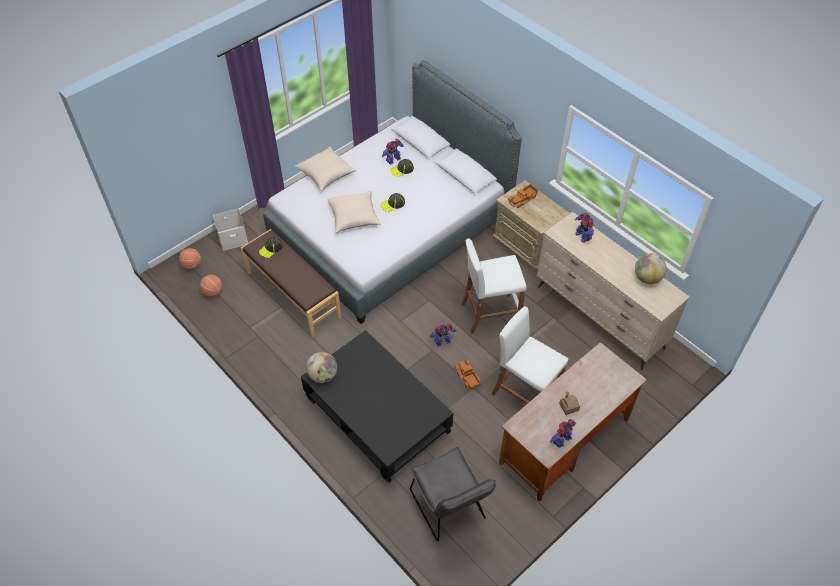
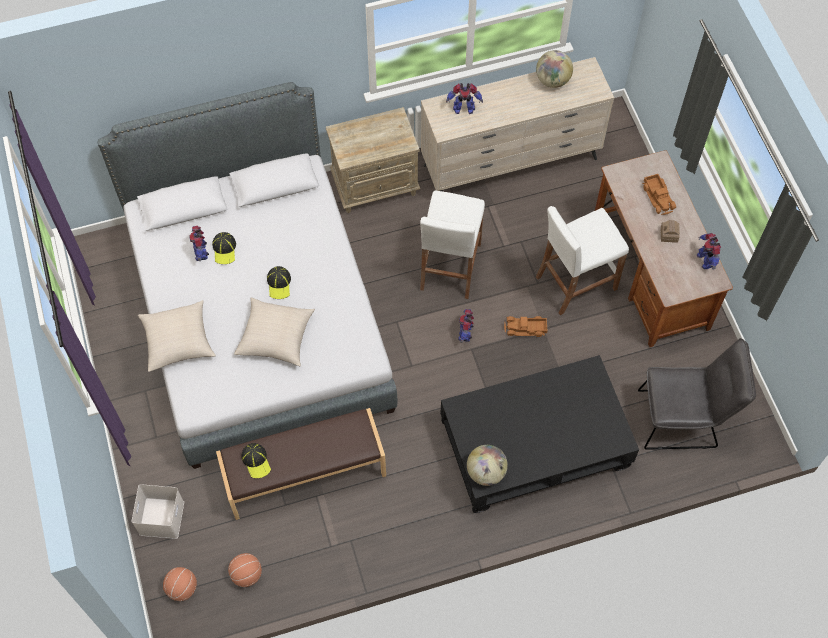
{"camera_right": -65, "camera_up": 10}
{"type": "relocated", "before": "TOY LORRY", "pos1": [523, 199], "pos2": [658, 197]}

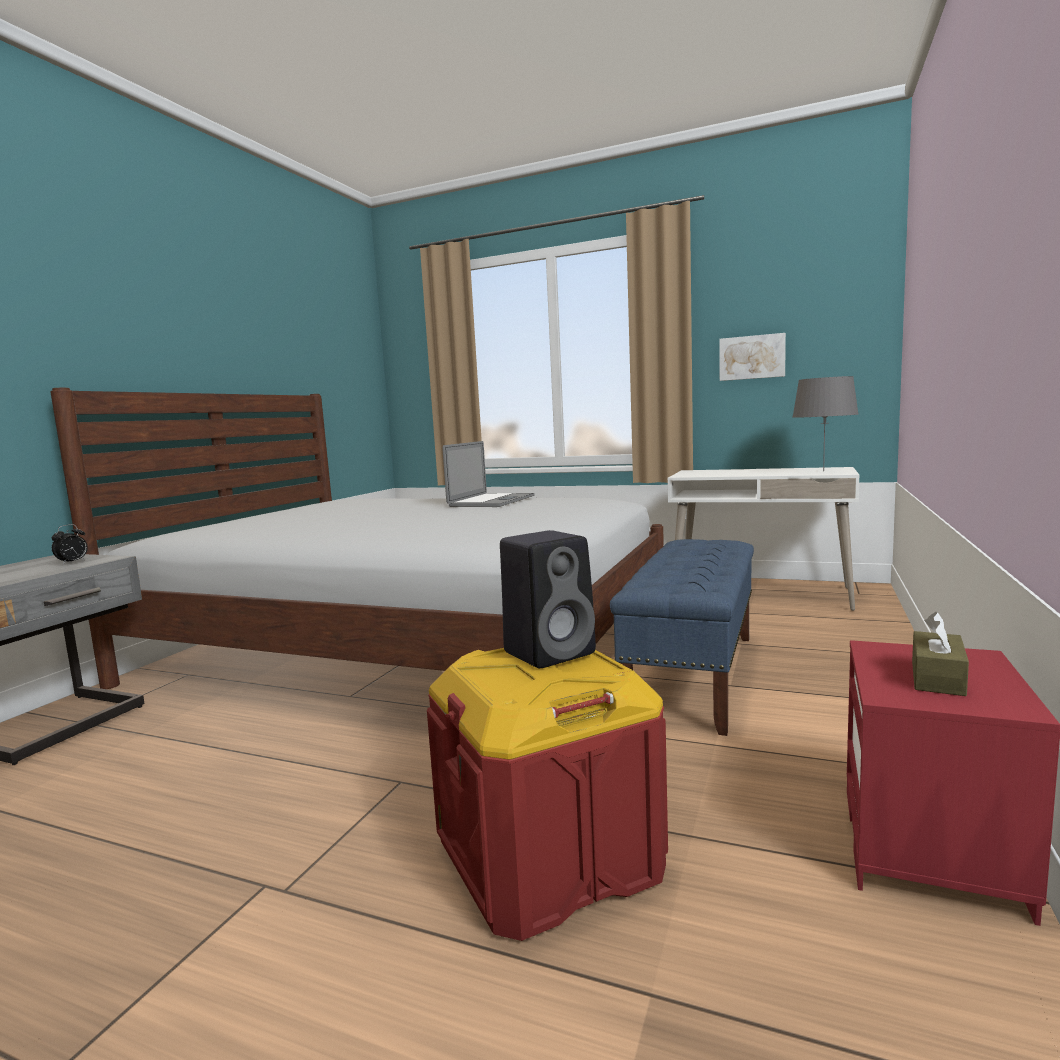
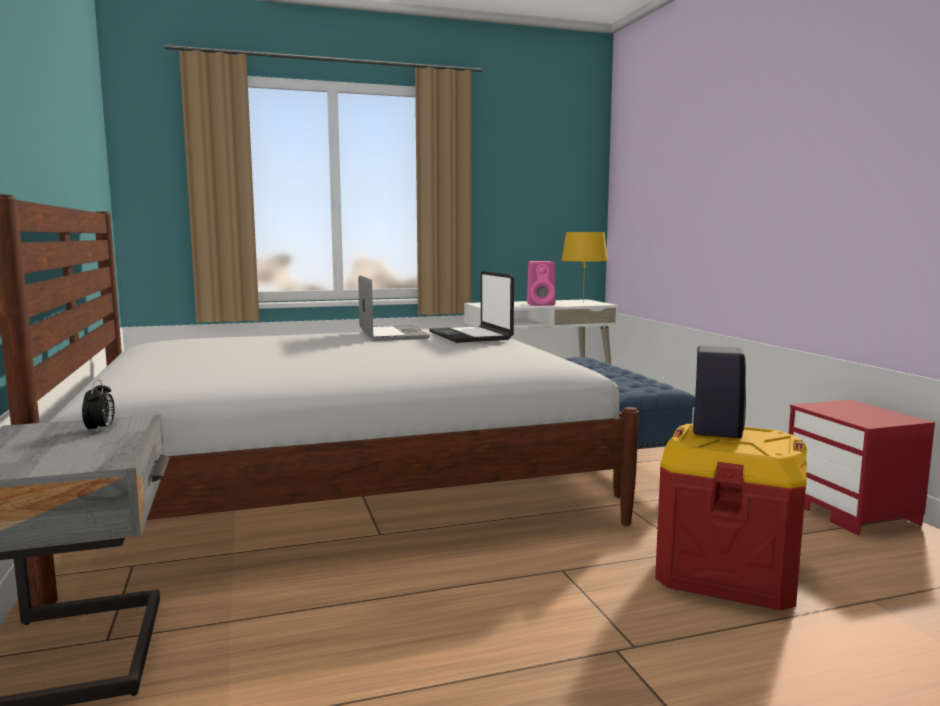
{"camera_right": -40, "camera_up": 0}
{"type": "appeared", "after": "NOTEBOOK COMPUTER", "pos2": [471, 336]}
{"type": "appeared", "after": "PINKISH AUDIO SPEAKER", "pos2": [541, 304]}
{"type": "colour", "before": "GRAY TABLE LAMP", "after": "YELLOWISH TABLE LAMP", "pos1": [823, 471], "pos2": [583, 302]}
{"type": "missing", "before": "WALL PICTURE", "pos1": [752, 357]}
{"type": "missing", "before": "BROWN-COLOURED TISSUE BOX", "pos1": [937, 678]}

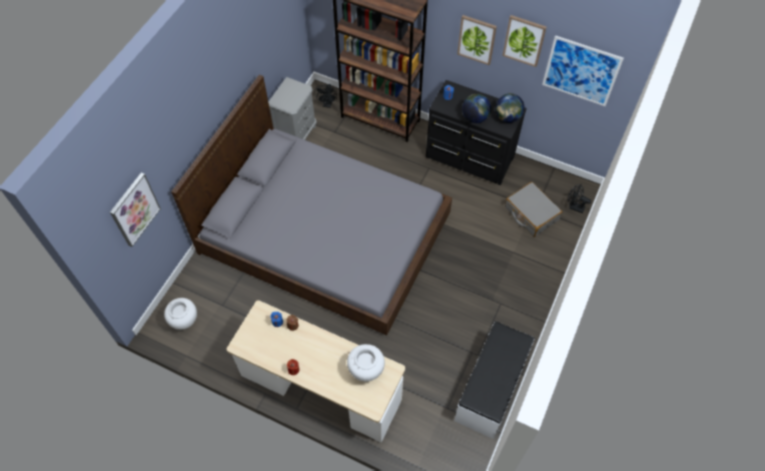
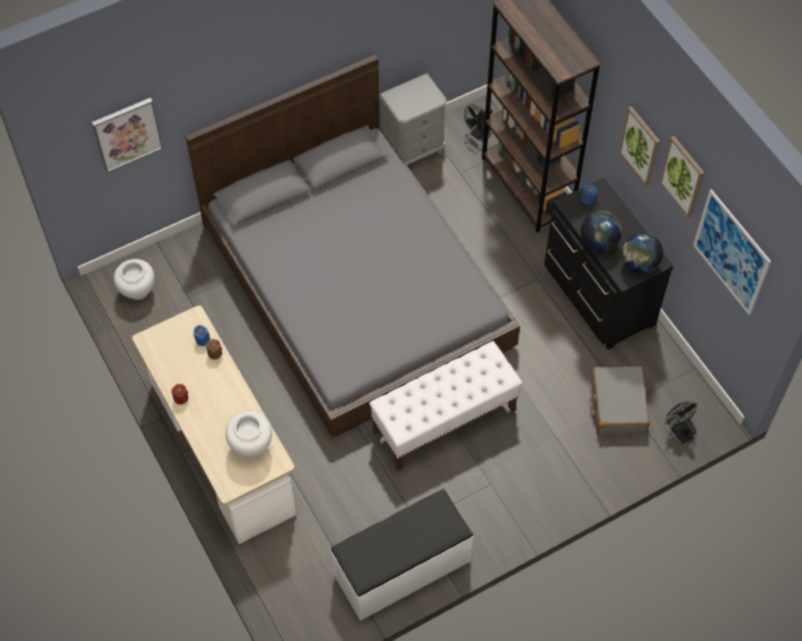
{"camera_right": 35, "camera_up": 0}
{"type": "appeared", "after": "WHITE-COLOURED LONG SEAT", "pos2": [444, 420]}

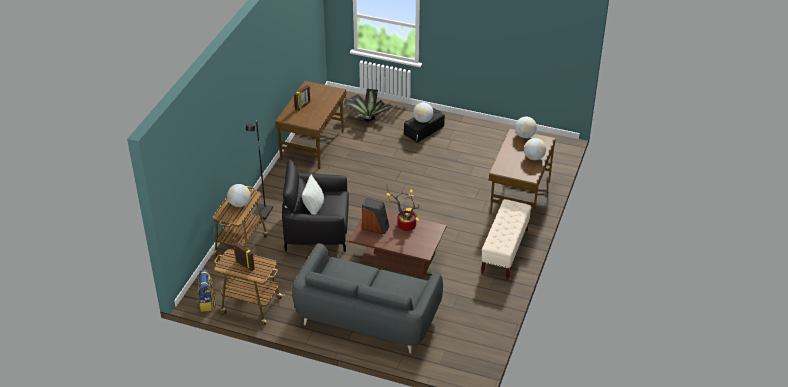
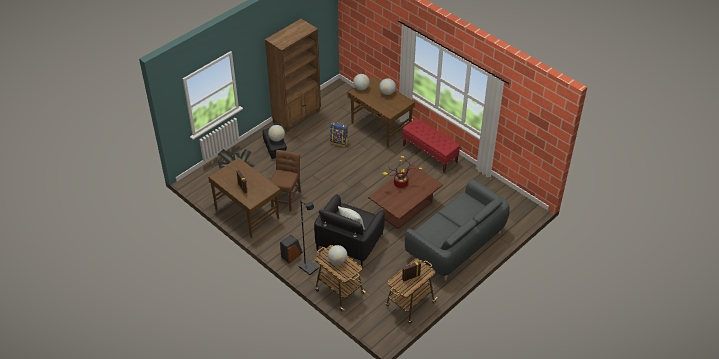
{"camera_right": -65, "camera_up": 5}
{"type": "appeared", "after": "BROWN-COLOURED SHELVING UNIT", "pos2": [297, 116]}
{"type": "appeared", "after": "BROWN-COLOURED CHAIR", "pos2": [286, 197]}
{"type": "relocated", "before": "AUDIO SPEAKER", "pos1": [375, 227], "pos2": [292, 255]}
{"type": "relocated", "before": "KNAPSACK", "pos1": [207, 303], "pos2": [339, 142]}
{"type": "colour", "before": "BEIGE-COLOURED LONG SEAT", "after": "REDDISH LONG SEAT", "pos1": [505, 251], "pos2": [430, 154]}

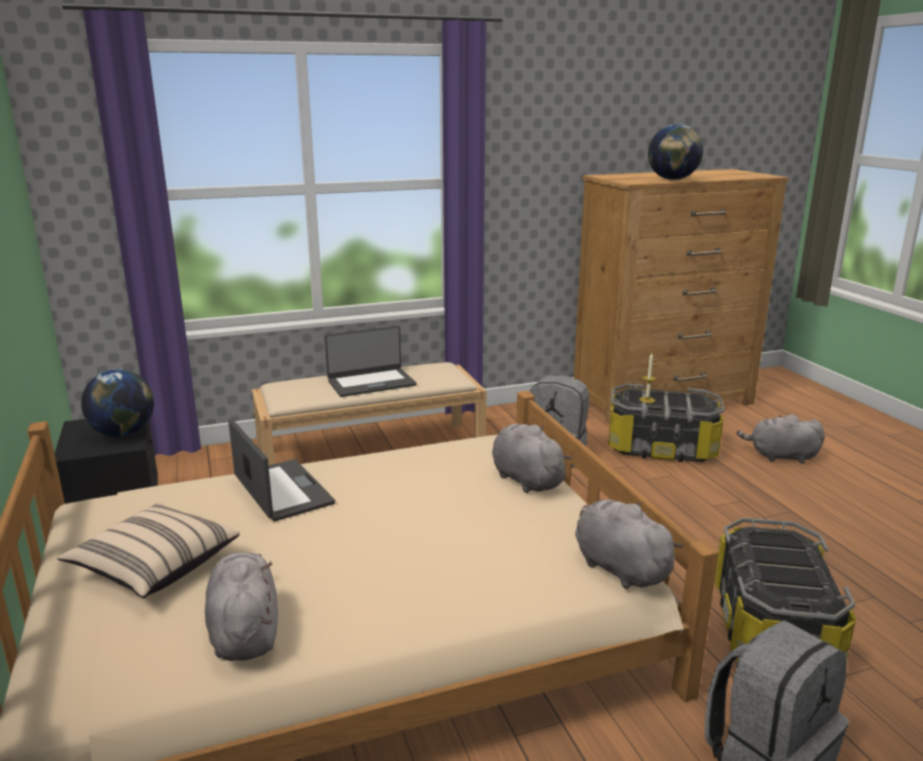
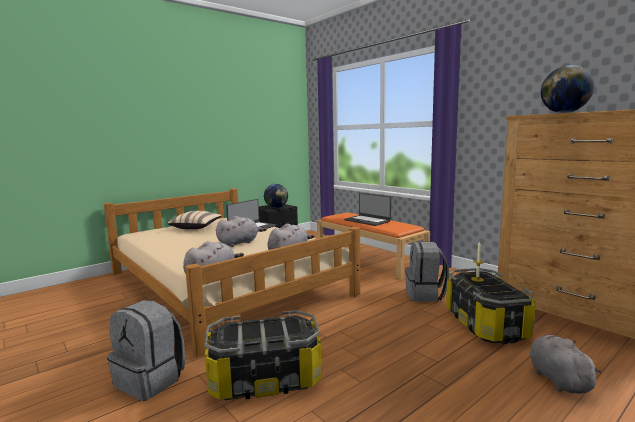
{"camera_right": 70, "camera_up": -10}
{"type": "relocated", "before": "GRAY CUDDLY TOY", "pos1": [244, 631], "pos2": [239, 243]}
{"type": "colour", "before": "BEIGE-COLOURED LONG SEAT", "after": "ORANGE LONG SEAT", "pos1": [372, 452], "pos2": [370, 259]}

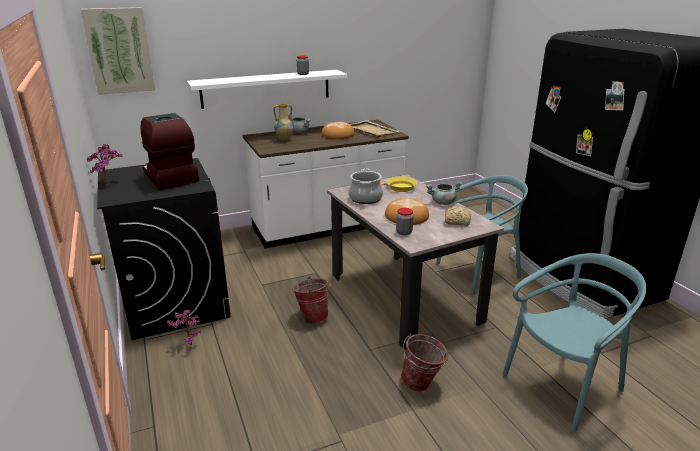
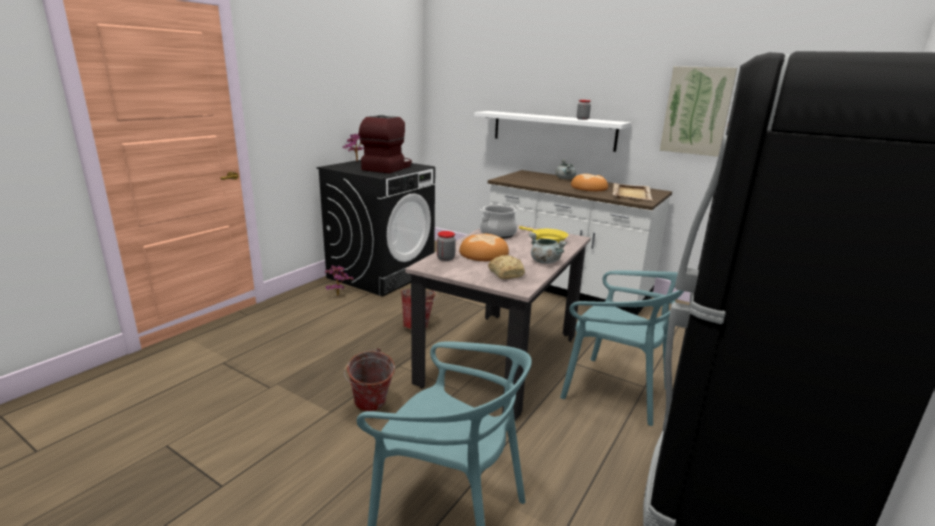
{"camera_right": 55, "camera_up": -5}
{"type": "relocated", "before": "WALL PICTURE", "pos1": [119, 51], "pos2": [696, 111]}
{"type": "missing", "before": "VASE", "pos1": [284, 139]}

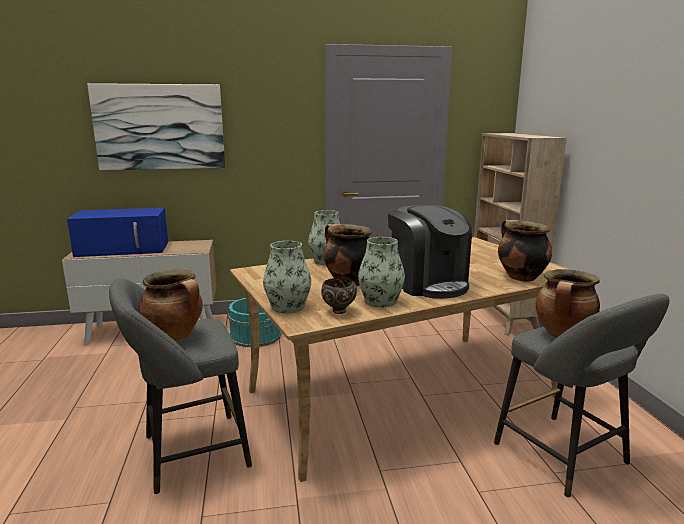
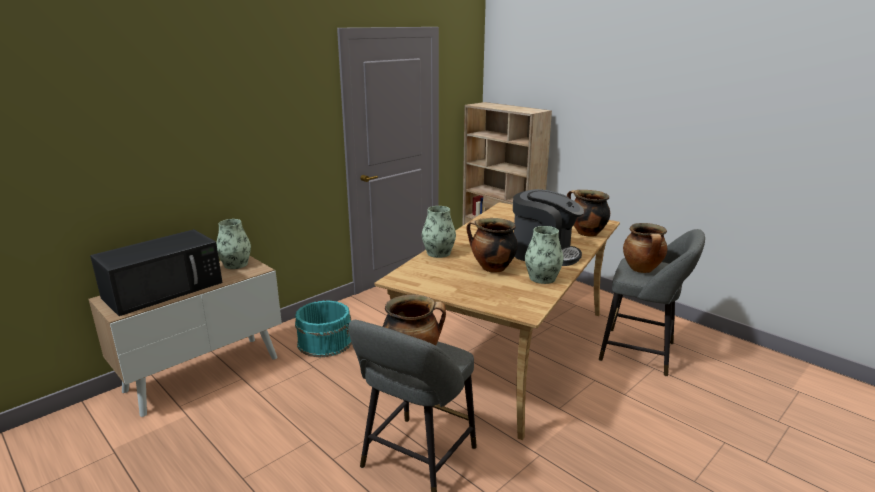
{"camera_right": -35, "camera_up": 5}
{"type": "colour", "before": "BLUE MICROWAVE OVEN", "after": "BLACKISH MICROWAVE OVEN", "pos1": [124, 249], "pos2": [165, 289]}
{"type": "relocated", "before": "VASE", "pos1": [288, 307], "pos2": [235, 264]}
{"type": "missing", "before": "WALL PICTURE", "pos1": [159, 127]}
{"type": "missing", "before": "BROWN-COLOURED BOWL", "pos1": [338, 311]}

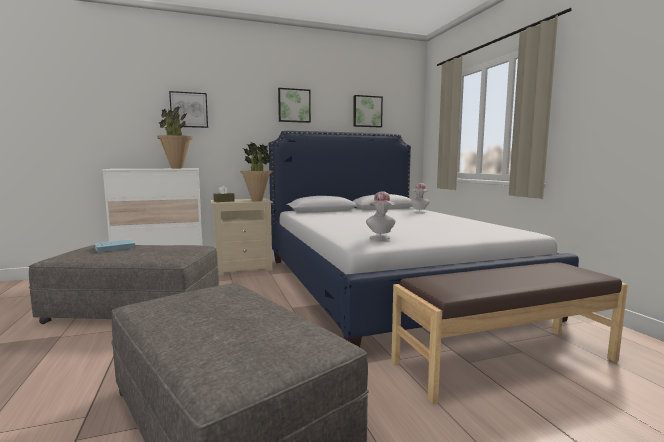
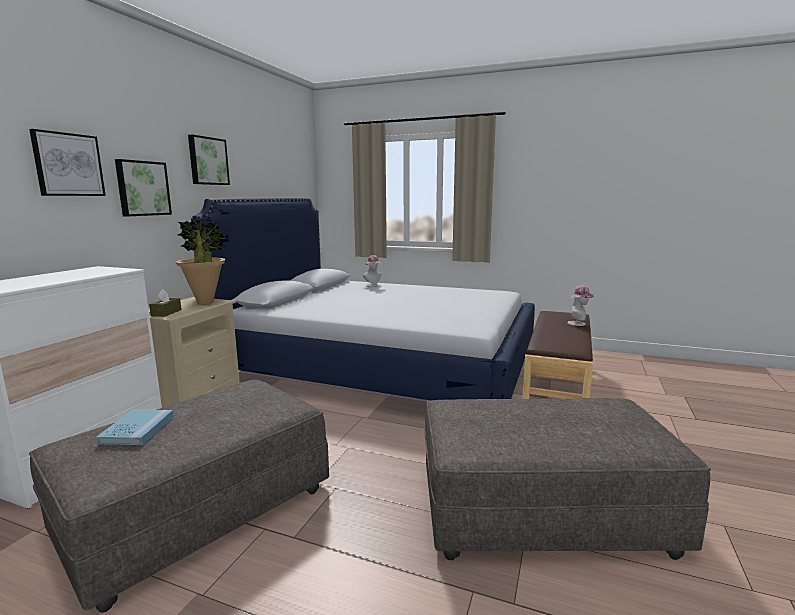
{"camera_right": -50, "camera_up": 5}
{"type": "relocated", "before": "WALL PICTURE", "pos1": [367, 111], "pos2": [142, 188]}
{"type": "relocated", "before": "CLOTHING HAT", "pos1": [381, 238], "pos2": [579, 323]}
{"type": "missing", "before": "HOUSEPLANT", "pos1": [176, 168]}

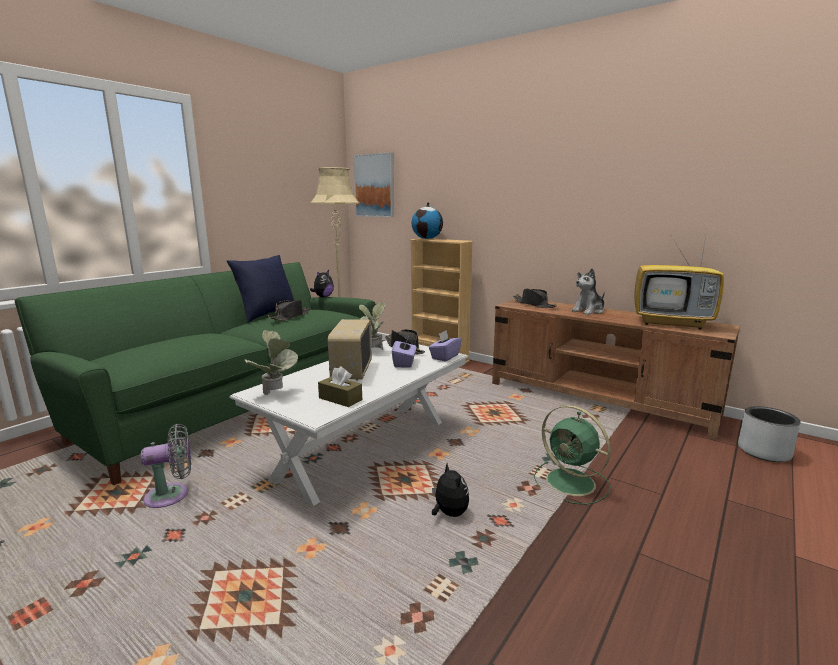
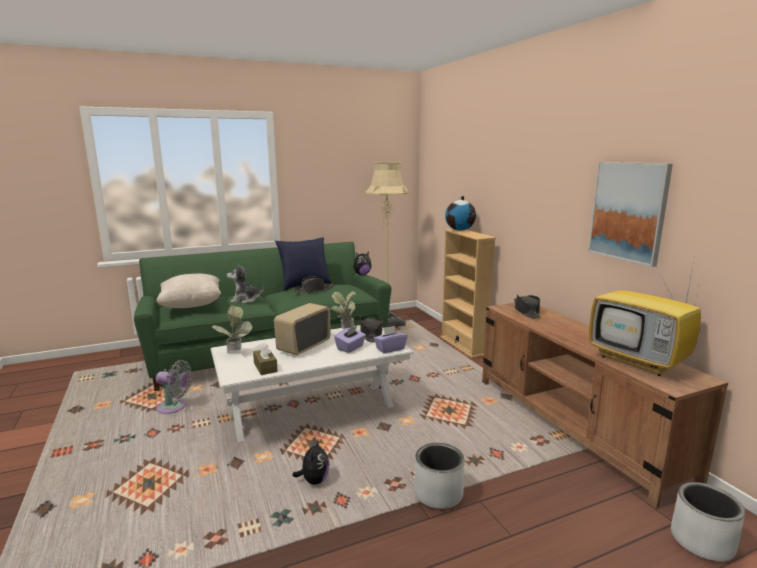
{"camera_right": 30, "camera_up": 0}
{"type": "appeared", "after": "BEIGE-COLOURED CUSHION", "pos2": [191, 306]}
{"type": "relocated", "before": "CUDDLY TOY", "pos1": [589, 311], "pos2": [245, 300]}
{"type": "exchanged", "before": "GREENISH ELECTRIC FAN", "after": "GRAY FLOWER POT", "pos1": [572, 483], "pos2": [439, 494]}
{"type": "relocated", "before": "WALL PICTURE", "pos1": [375, 185], "pos2": [628, 211]}

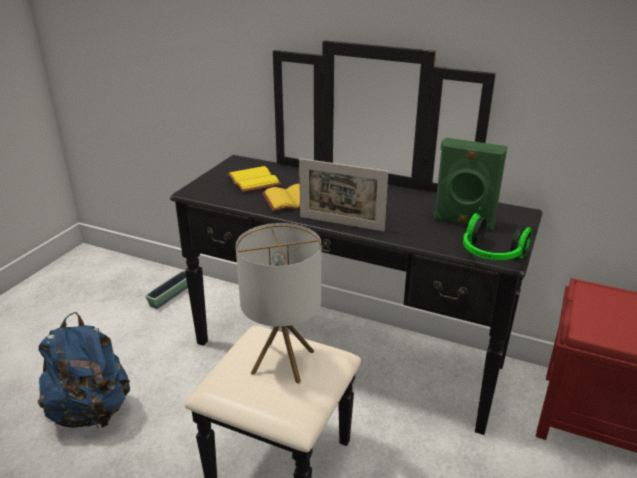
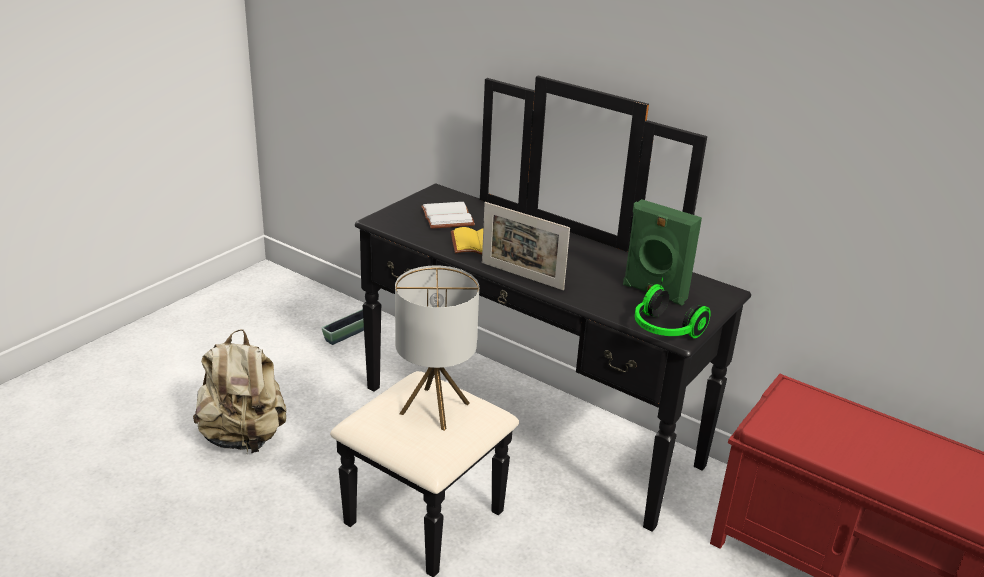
{"camera_right": 10, "camera_up": 0}
{"type": "colour", "before": "BLUE KNAPSACK", "after": "BEIGE-COLOURED KNAPSACK", "pos1": [91, 412], "pos2": [244, 437]}
{"type": "colour", "before": "YELLOWISH BOUND BOOK", "after": "WHITE-COLOURED BOUND BOOK", "pos1": [255, 181], "pos2": [449, 217]}

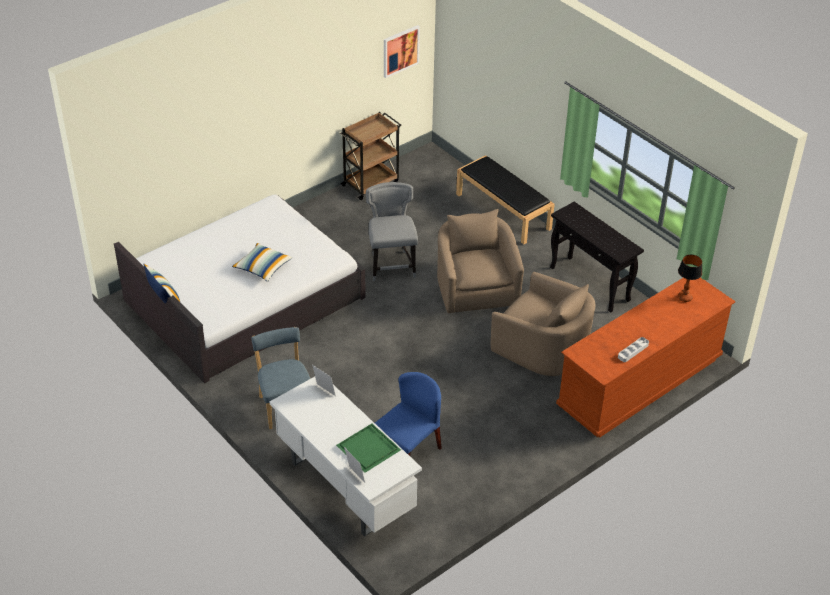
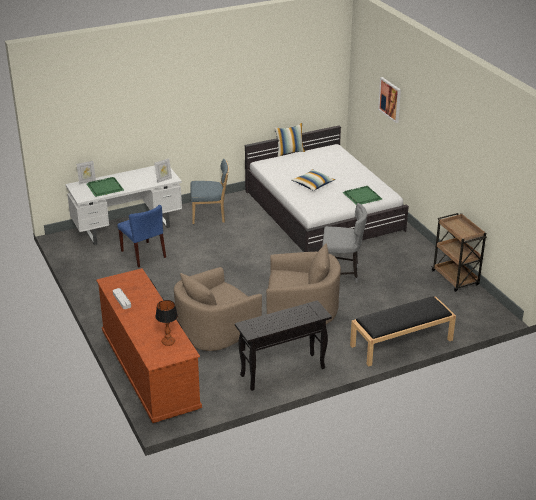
{"camera_right": 105, "camera_up": -10}
{"type": "appeared", "after": "GREENISH CARRYING TRAY", "pos2": [363, 197]}
{"type": "relocated", "before": "WALL PICTURE", "pos1": [400, 51], "pos2": [390, 99]}

